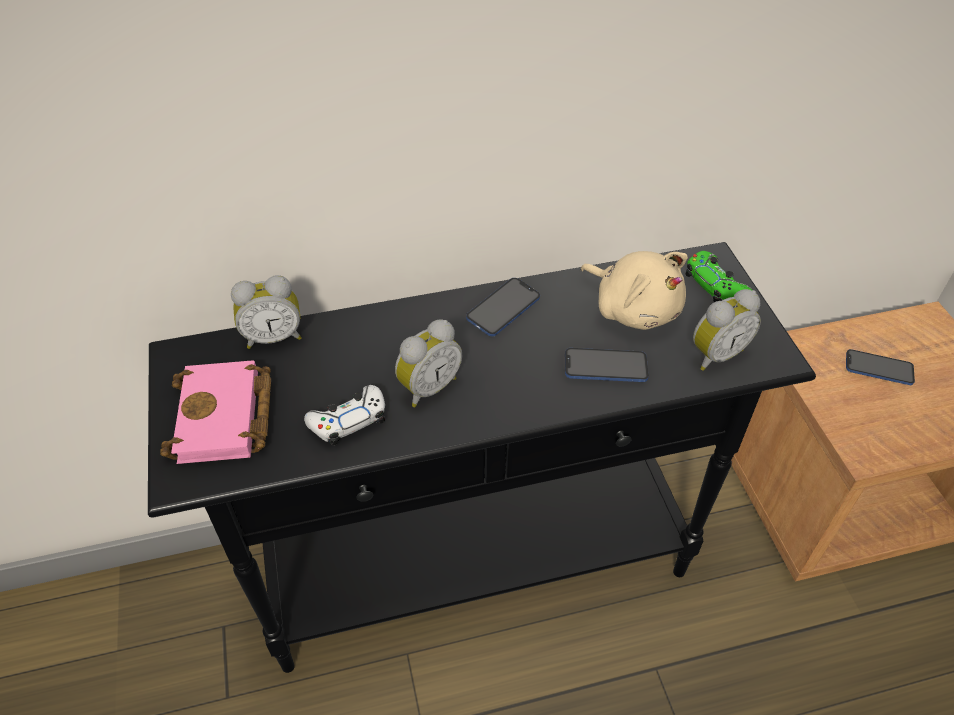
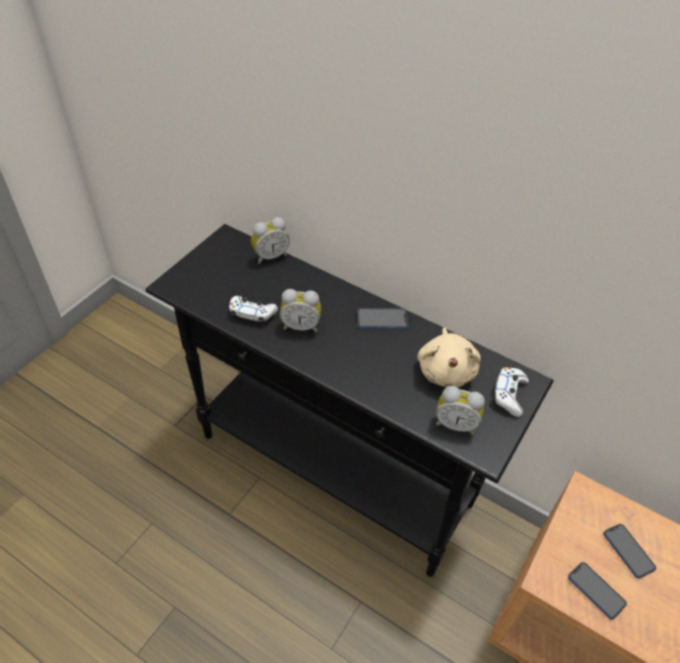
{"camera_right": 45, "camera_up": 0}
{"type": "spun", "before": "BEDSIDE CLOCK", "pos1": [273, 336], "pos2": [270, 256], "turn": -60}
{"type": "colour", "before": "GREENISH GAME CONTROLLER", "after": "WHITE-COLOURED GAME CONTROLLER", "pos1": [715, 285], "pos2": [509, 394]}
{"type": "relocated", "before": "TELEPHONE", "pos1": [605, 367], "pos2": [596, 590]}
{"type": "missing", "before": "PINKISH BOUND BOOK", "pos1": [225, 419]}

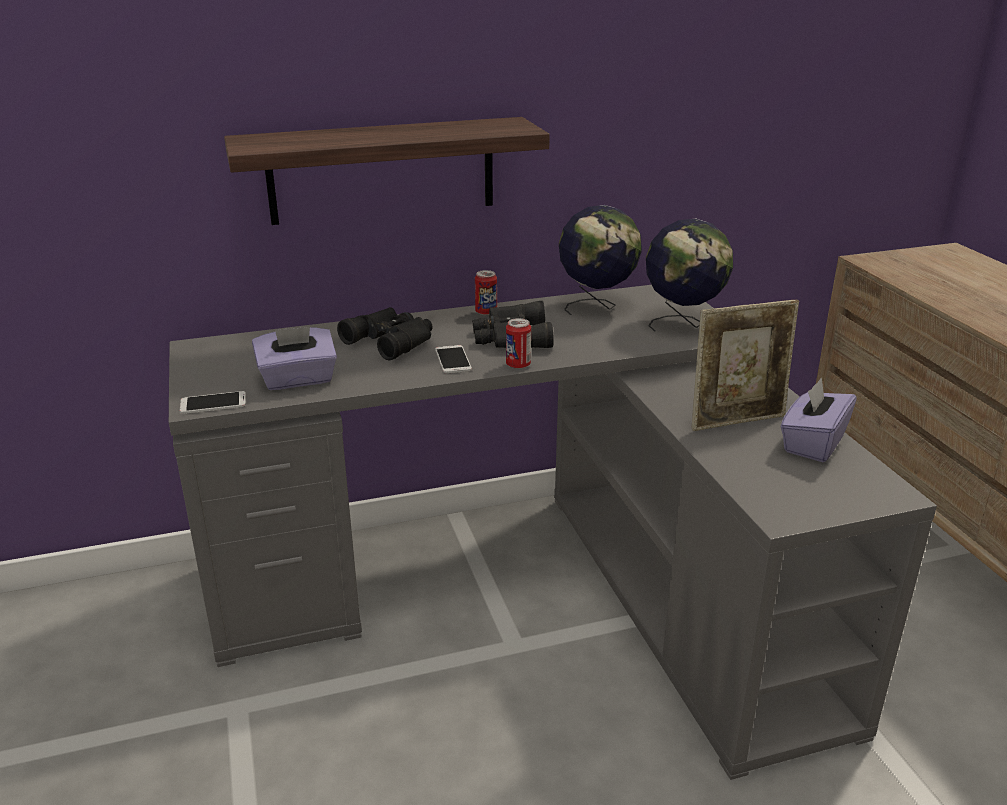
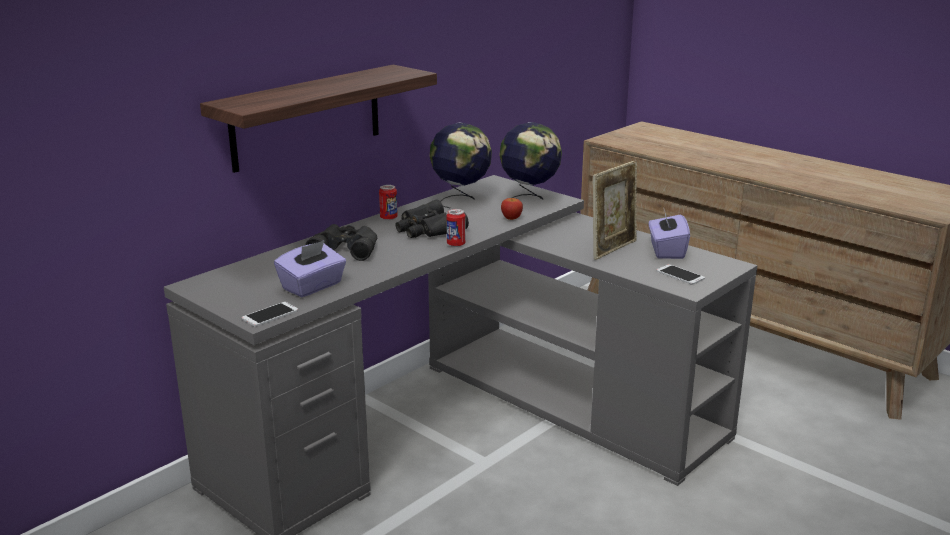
{"camera_right": -30, "camera_up": -5}
{"type": "appeared", "after": "APPLE FRUIT", "pos2": [511, 218]}
{"type": "relocated", "before": "TELEPHONE", "pos1": [453, 360], "pos2": [680, 275]}

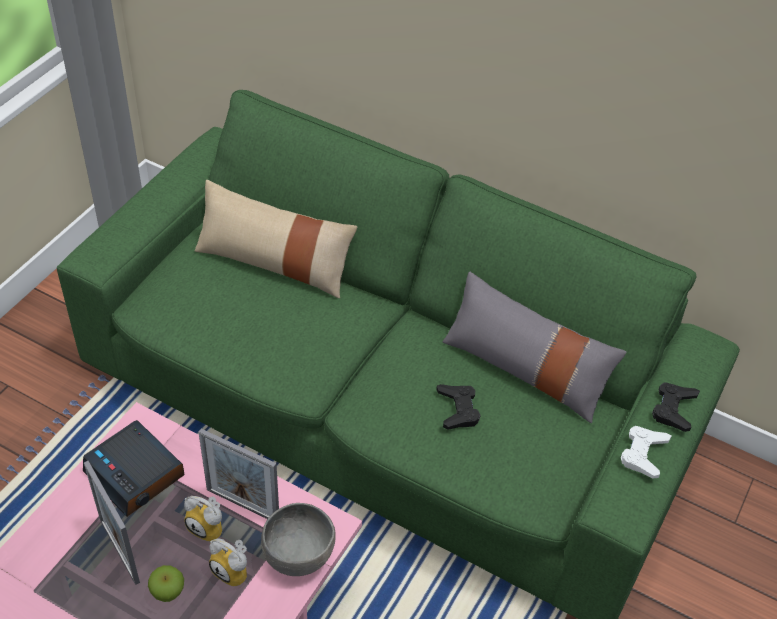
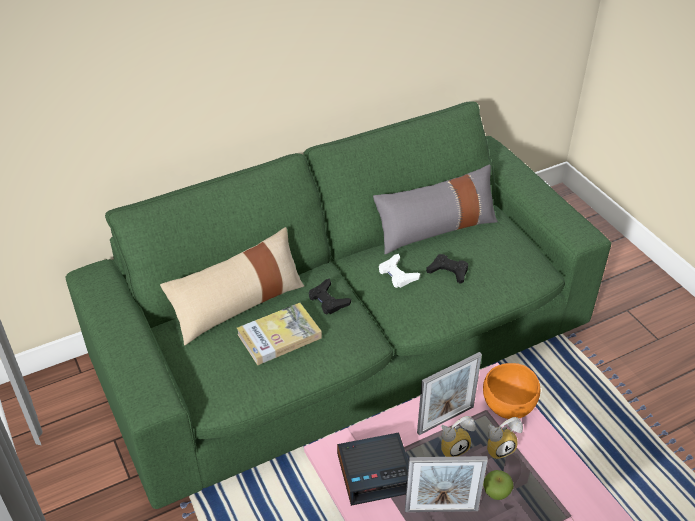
{"camera_right": -55, "camera_up": -5}
{"type": "appeared", "after": "BOUND BOOK", "pos2": [279, 336]}
{"type": "relocated", "before": "BLACKISH GAME CONTROLLER", "pos1": [673, 409], "pos2": [328, 300]}
{"type": "relocated", "before": "WHITE-COLOURED GAME CONTROLLER", "pos1": [643, 454], "pos2": [397, 274]}
{"type": "colour", "before": "GRAY BOWL", "after": "ORANGE BOWL", "pos1": [299, 556], "pos2": [507, 406]}

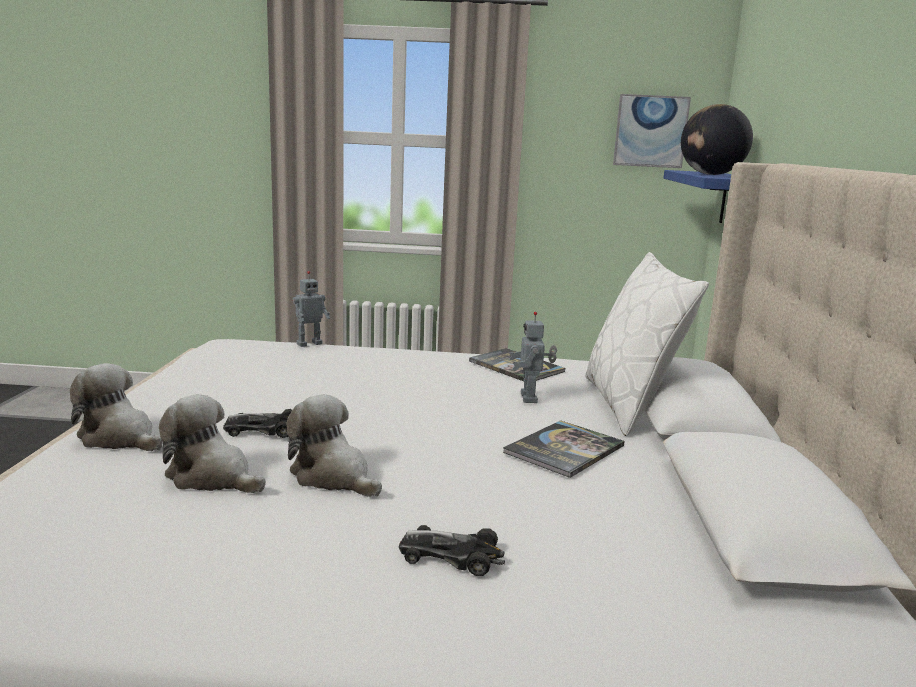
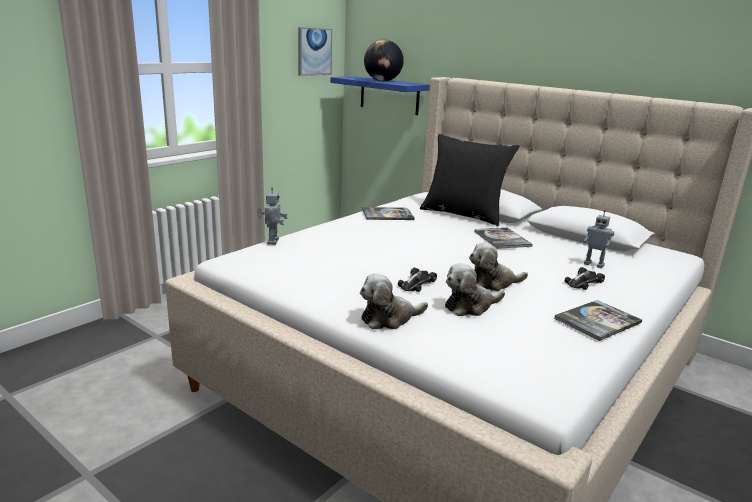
{"camera_right": -55, "camera_up": 5}
{"type": "colour", "before": "WHITE-COLOURED CUSHION", "after": "BLACKISH CUSHION", "pos1": [630, 404], "pos2": [463, 214]}
{"type": "appeared", "after": "BOUND BOOK", "pos2": [597, 321]}
{"type": "relocated", "before": "MODEL ROBOT", "pos1": [530, 398], "pos2": [594, 264]}

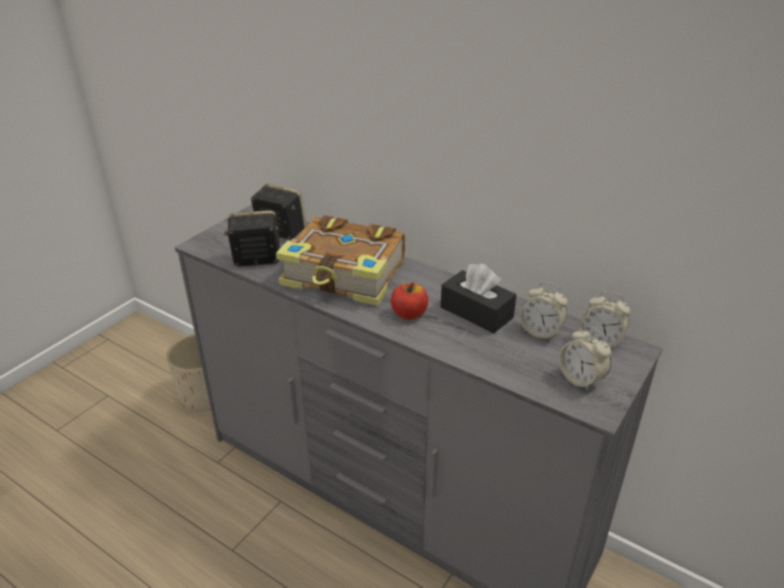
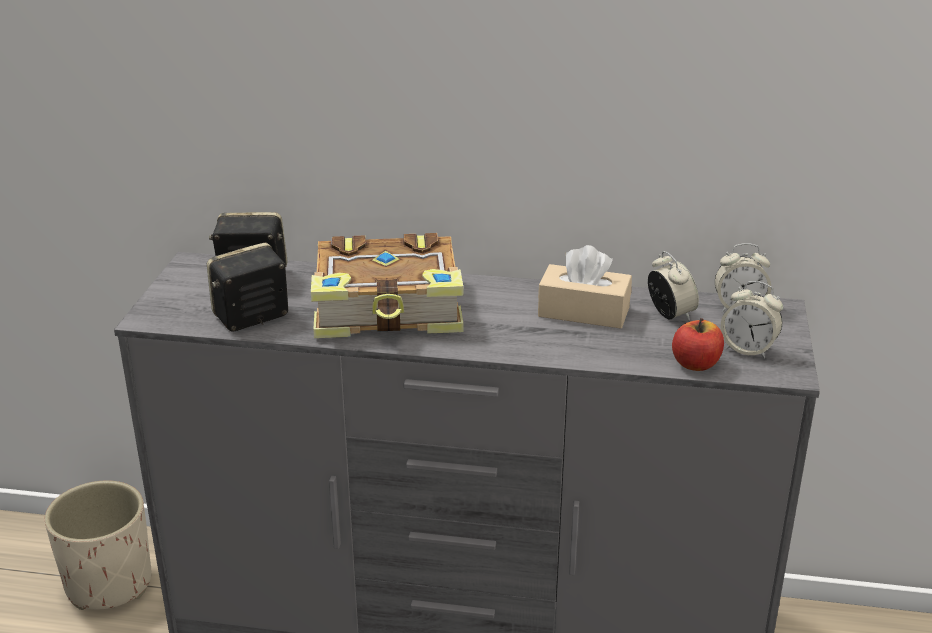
{"camera_right": -25, "camera_up": -5}
{"type": "colour", "before": "BLACKISH TISSUE BOX", "after": "BEIGE-COLOURED TISSUE BOX", "pos1": [476, 312], "pos2": [583, 312]}
{"type": "spun", "before": "BEDSIDE CLOCK", "pos1": [540, 332], "pos2": [670, 314], "turn": -120}
{"type": "relocated", "before": "APPLE FRUIT", "pos1": [409, 314], "pos2": [696, 364]}

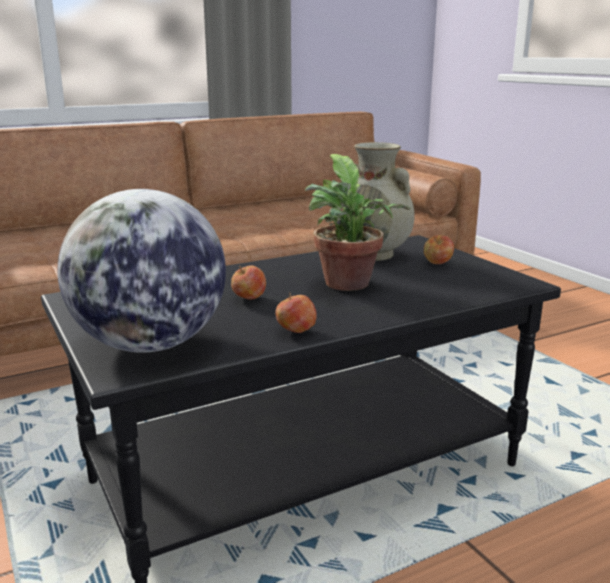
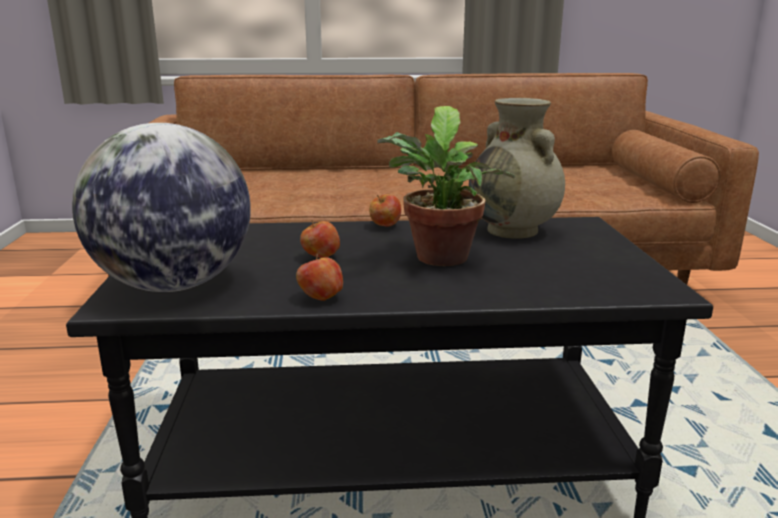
{"camera_right": 25, "camera_up": 0}
{"type": "relocated", "before": "APPLE FRUIT", "pos1": [437, 264], "pos2": [385, 226]}

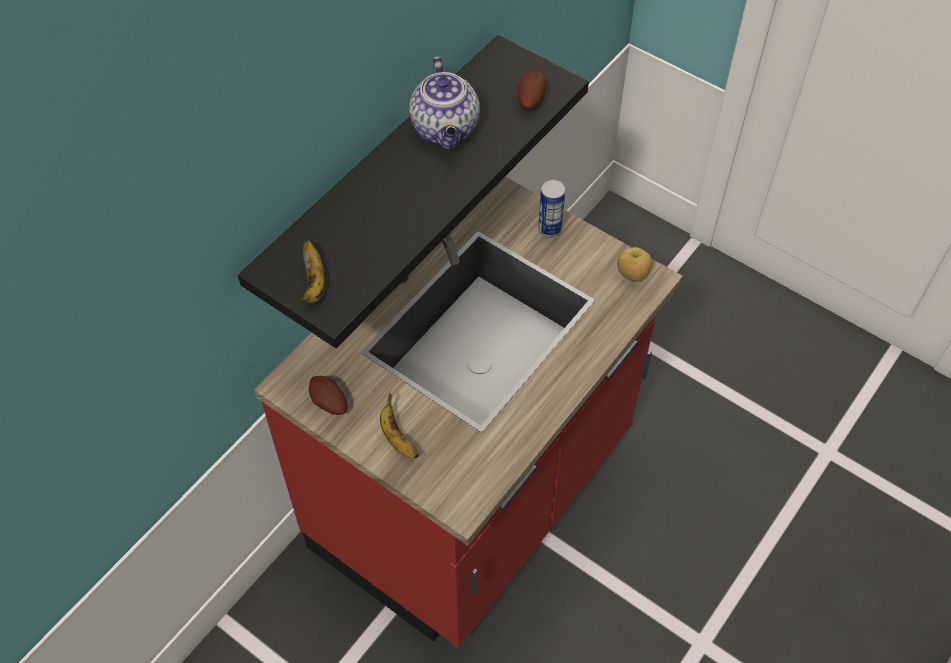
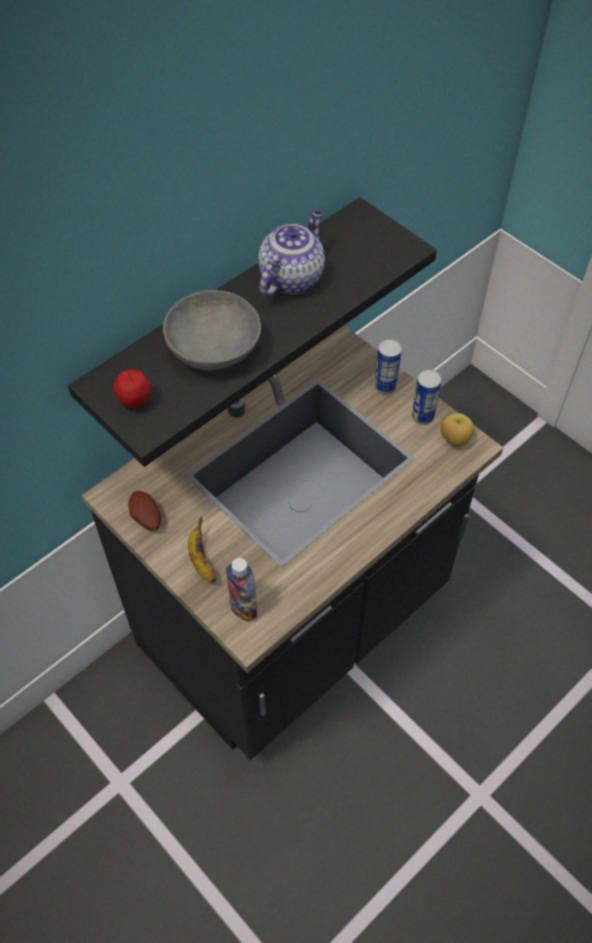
{"camera_right": 10, "camera_up": 0}
{"type": "colour", "before": "REDDISH KITCHEN BASE UNIT", "after": "BLACKISH KITCHEN BASE UNIT", "pos1": [475, 496], "pos2": [296, 623]}
{"type": "exchanged", "before": "WHOLE BANANA", "after": "APPLE FRUIT", "pos1": [314, 283], "pos2": [135, 403]}
{"type": "appeared", "after": "GRAY BOWL", "pos2": [215, 349]}
{"type": "appeared", "after": "BEVERAGE BOTTLE", "pos2": [243, 608]}
{"type": "spun", "before": "TEA POT", "pos1": [446, 129], "pos2": [291, 277], "turn": -150}
{"type": "appeared", "after": "SEALED CAN", "pos2": [422, 416]}
{"type": "missing", "before": "POTATO", "pos1": [530, 100]}

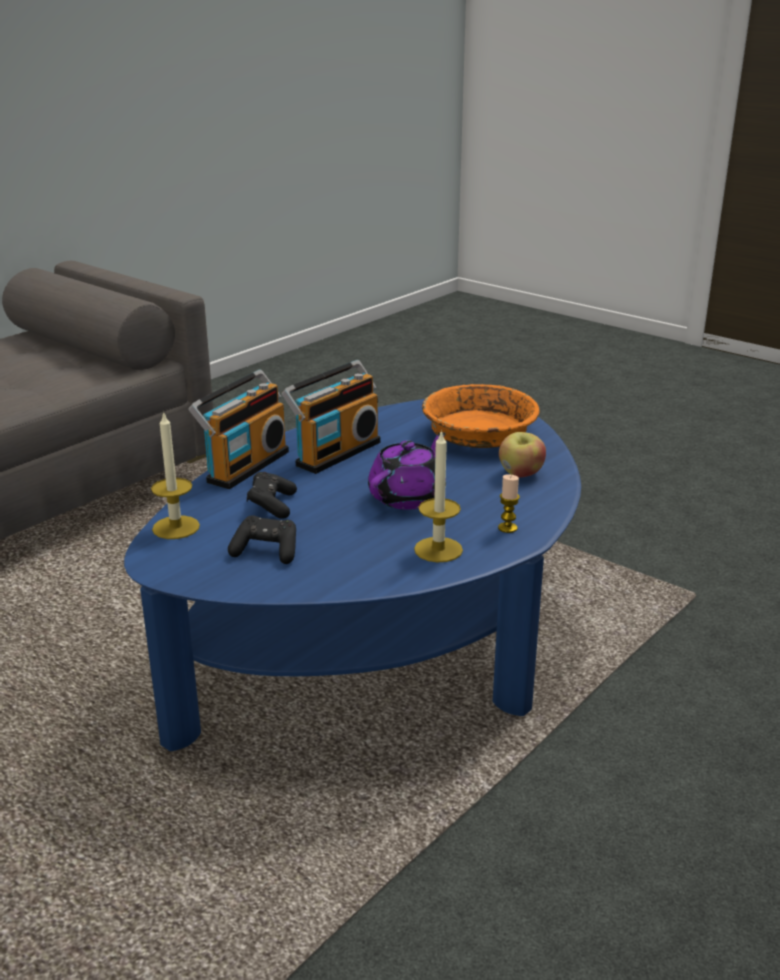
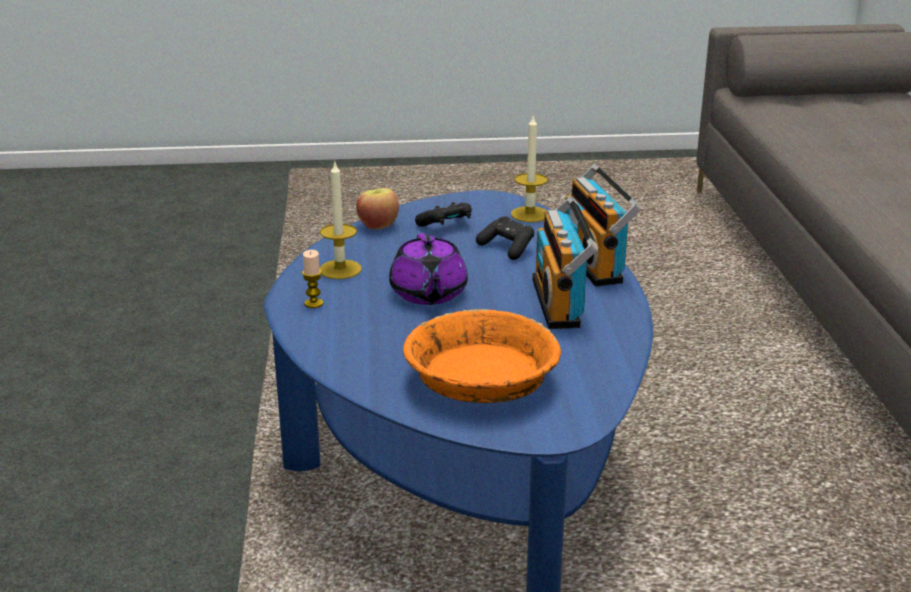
{"camera_right": 135, "camera_up": 0}
{"type": "relocated", "before": "APPLE FRUIT", "pos1": [521, 474], "pos2": [378, 225]}

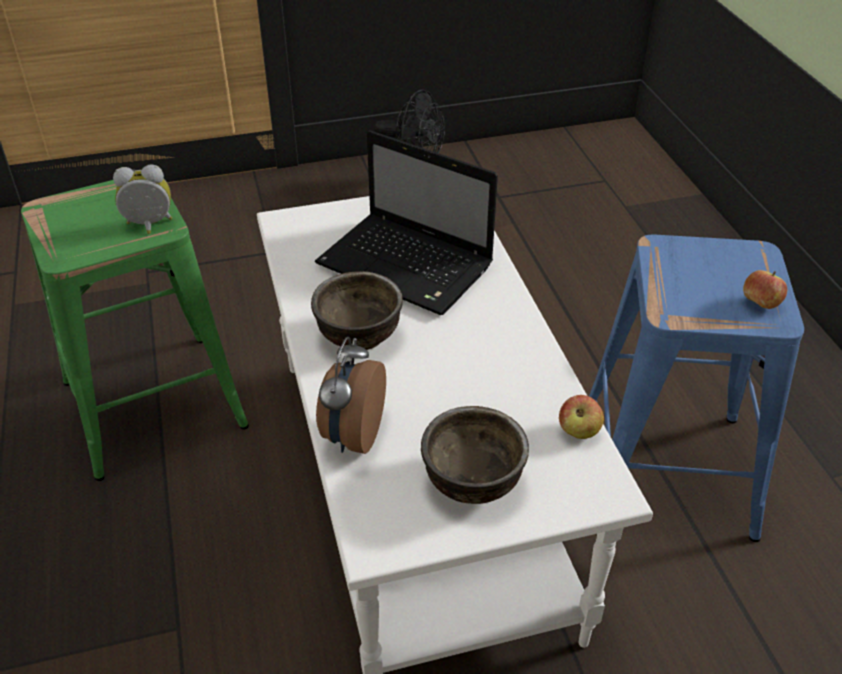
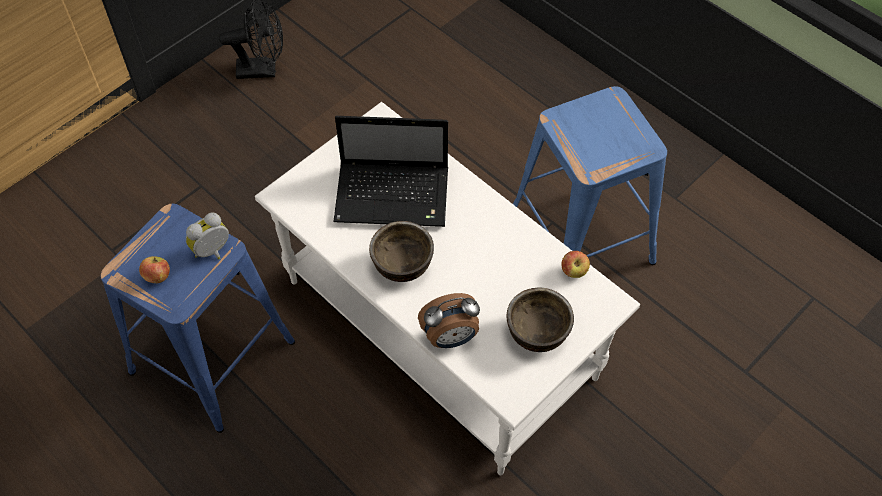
{"camera_right": -30, "camera_up": 15}
{"type": "colour", "before": "GREENISH STOOL SEAT", "after": "BLUE STOOL SEAT", "pos1": [154, 405], "pos2": [213, 357]}
{"type": "relocated", "before": "APPLE FRUIT", "pos1": [760, 304], "pos2": [157, 276]}
{"type": "spun", "before": "BEDSIDE CLOCK", "pos1": [352, 435], "pos2": [450, 337], "turn": -90}

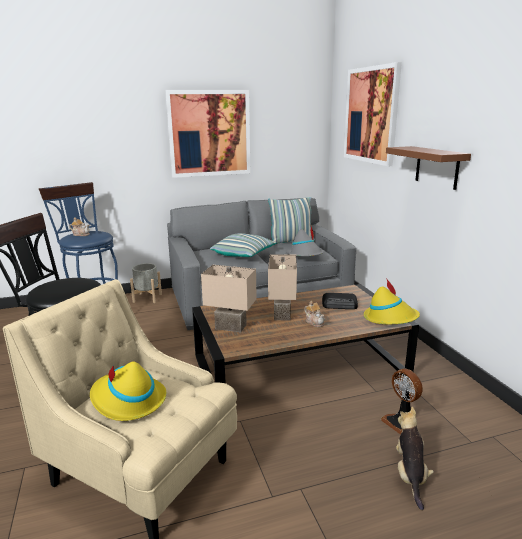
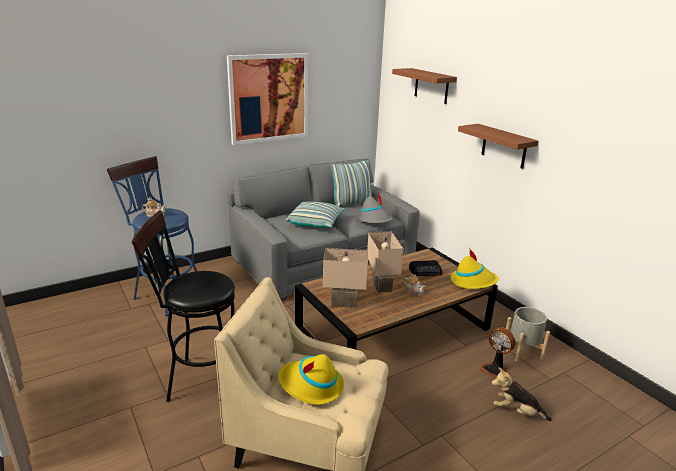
{"camera_right": -15, "camera_up": 5}
{"type": "exchanged", "before": "WALL PICTURE", "after": "BROWN-COLOURED SHELF", "pos1": [371, 115], "pos2": [431, 86]}
{"type": "spun", "before": "CUDDLY TOY", "pos1": [410, 475], "pos2": [516, 411], "turn": -60}
{"type": "relocated", "before": "GRAY FLOWER POT", "pos1": [147, 298], "pos2": [522, 351]}

